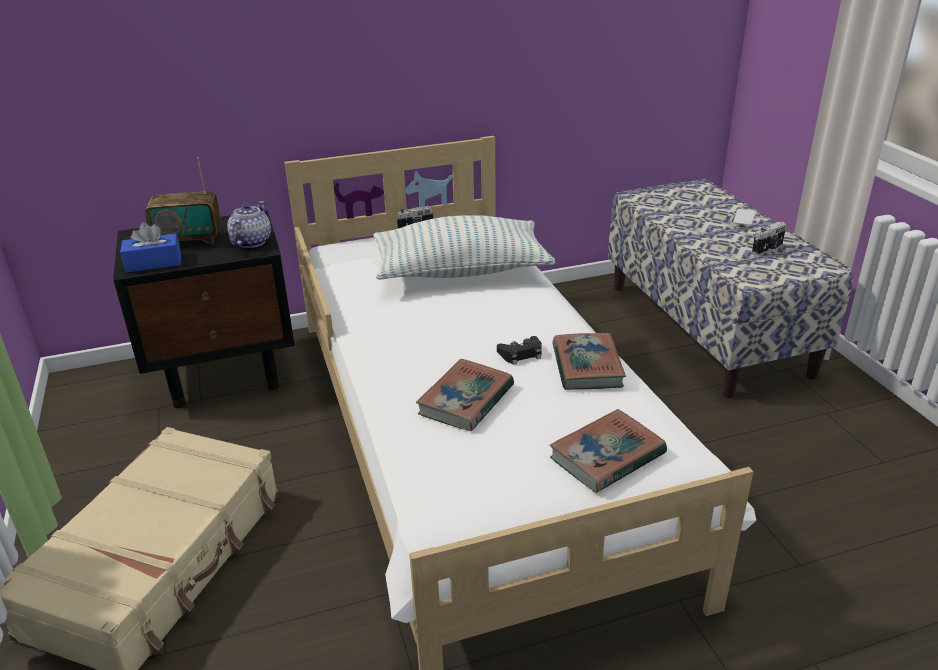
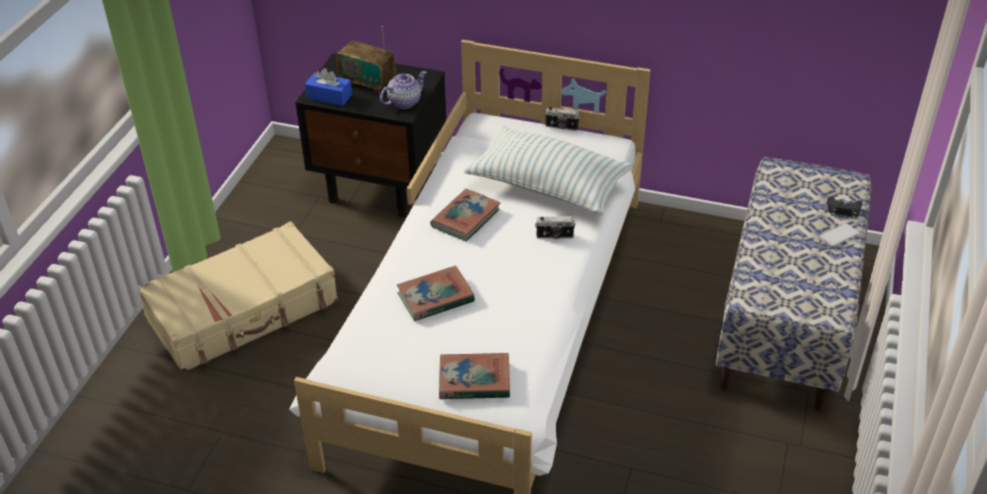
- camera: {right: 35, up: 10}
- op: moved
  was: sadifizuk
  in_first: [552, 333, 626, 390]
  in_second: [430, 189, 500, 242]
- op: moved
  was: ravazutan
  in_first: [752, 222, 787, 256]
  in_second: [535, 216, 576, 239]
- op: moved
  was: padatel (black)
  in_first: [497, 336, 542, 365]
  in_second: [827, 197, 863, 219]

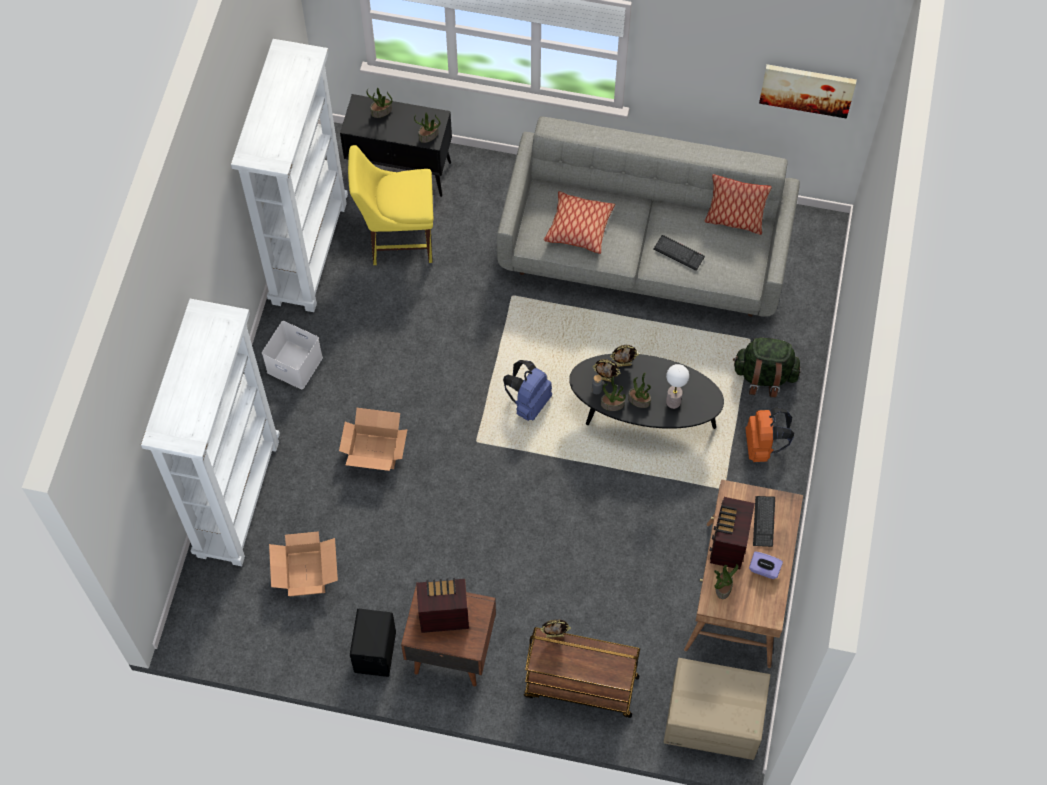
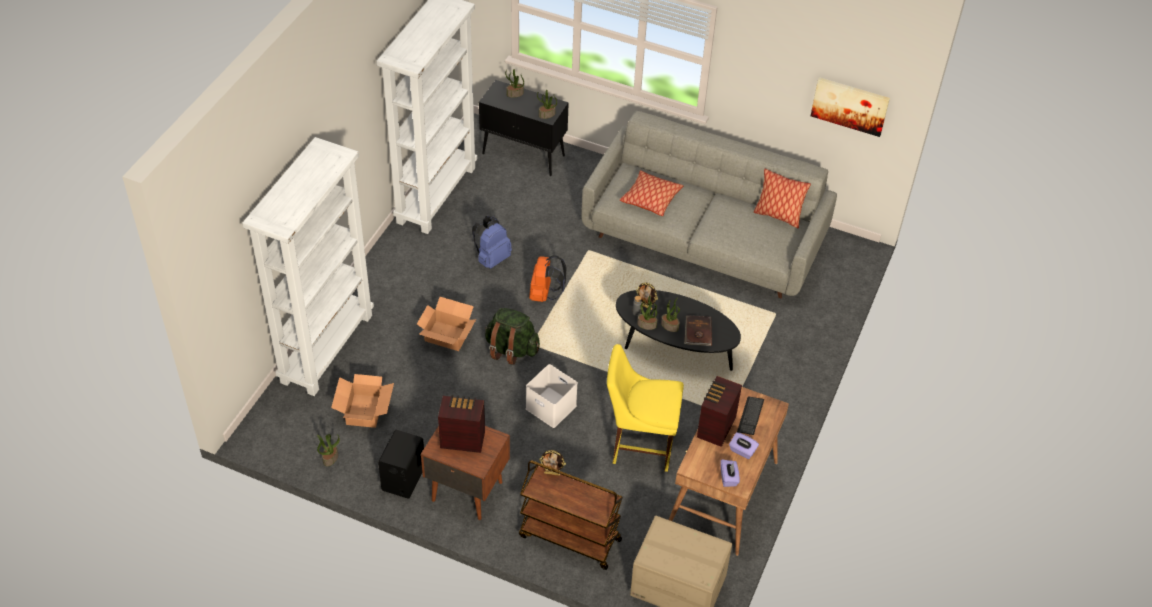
- camera: {right: 10, up: -15}
- op: moved
  was: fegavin
  in_first: [714, 564, 739, 599]
  in_second: [317, 434, 340, 466]
- op: moved
  was: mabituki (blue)
  in_first: [503, 360, 552, 421]
  in_second: [472, 216, 512, 269]
- op: moved
  was: mabituki (green)
  in_first: [733, 337, 801, 397]
  in_second: [485, 308, 540, 365]
- op: moved
  was: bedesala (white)
  in_first: [262, 321, 323, 389]
  in_second: [526, 364, 578, 428]
- op: moved
  was: mabituki (orange)
  in_first: [745, 407, 794, 462]
  in_second: [529, 256, 567, 302]
- op: moved
  was: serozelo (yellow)
  in_first: [348, 145, 433, 265]
  in_second: [607, 344, 684, 472]
- op: replaced
  was: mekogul
  now: sadifizuk (brown)
  in_first: [666, 364, 689, 409]
  in_second: [684, 315, 712, 346]
- op: added
  now: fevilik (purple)
  in_second: [720, 460, 740, 487]
- op: removed
  was: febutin
  in_first: [610, 345, 639, 367]
- op: removed
  was: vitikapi
  in_first: [654, 235, 705, 271]

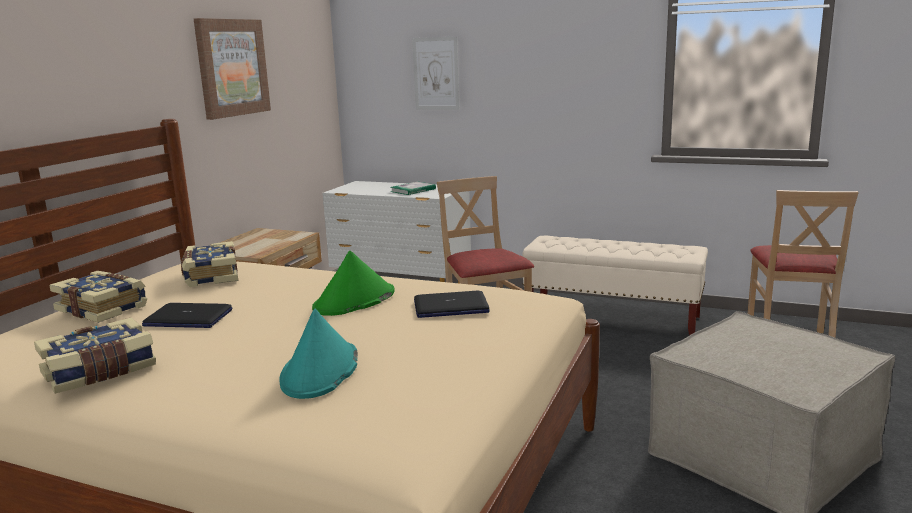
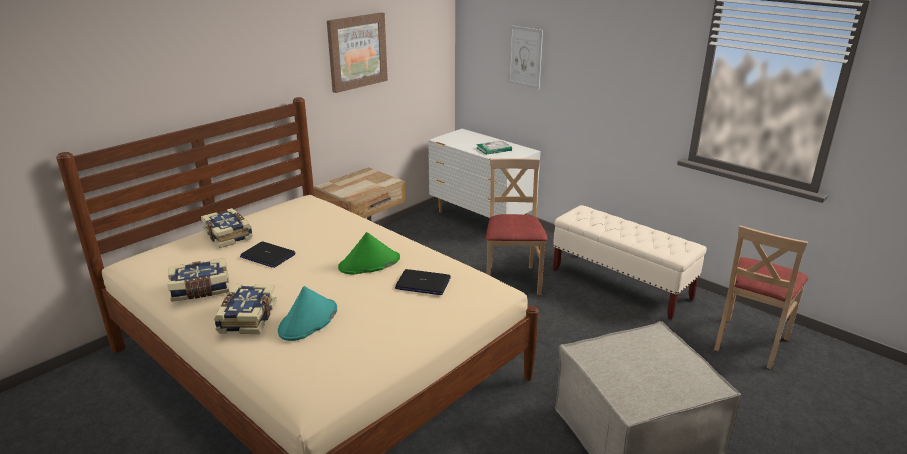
- camera: {right: 20, up: 10}
- op: moved
  was: sadifizuk
  in_first: [181, 241, 238, 287]
  in_second: [214, 284, 277, 334]

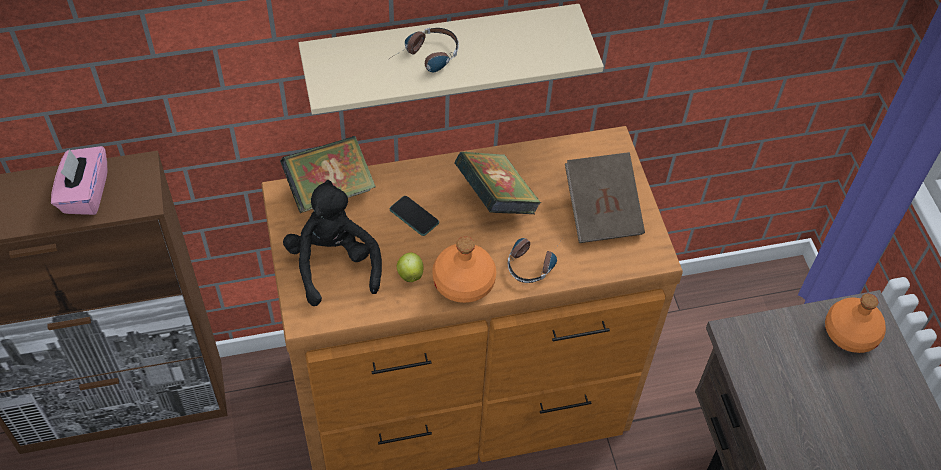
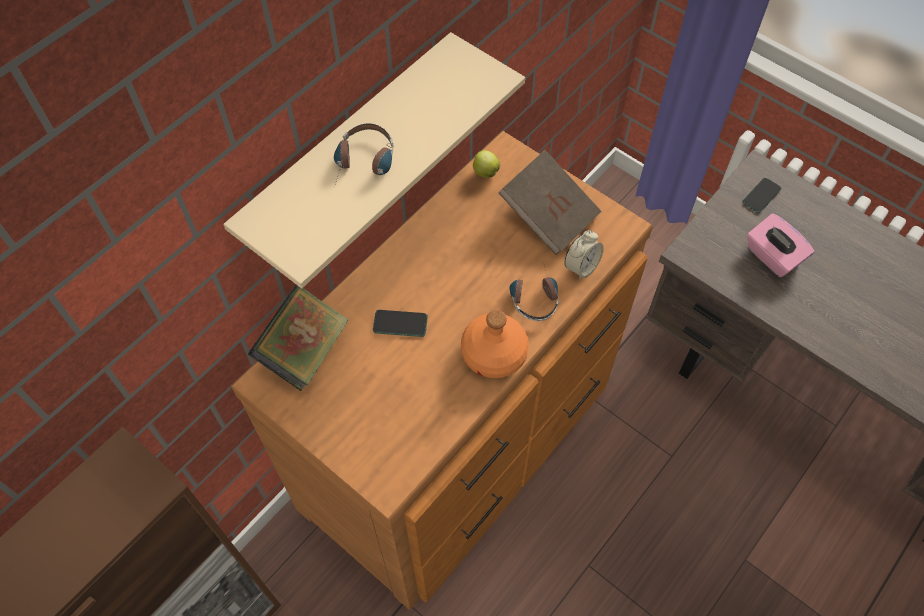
- camera: {right: -35, up: 5}
- op: moved
  was: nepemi
  in_first: [397, 252, 423, 282]
  in_second: [473, 150, 500, 178]
- op: added
  now: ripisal
  in_second: [564, 230, 604, 280]
- op: replaced
  was: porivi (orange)
  now: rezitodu
  in_first: [825, 294, 886, 353]
  in_second: [742, 178, 782, 213]
- op: moved
  was: fevilik (pink)
  in_first: [51, 146, 108, 215]
  in_second: [747, 214, 814, 277]
- op: removed
  was: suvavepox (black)
  in_first: [283, 180, 382, 306]
- op: removed
  was: sadifizuk
  in_first: [454, 152, 541, 214]

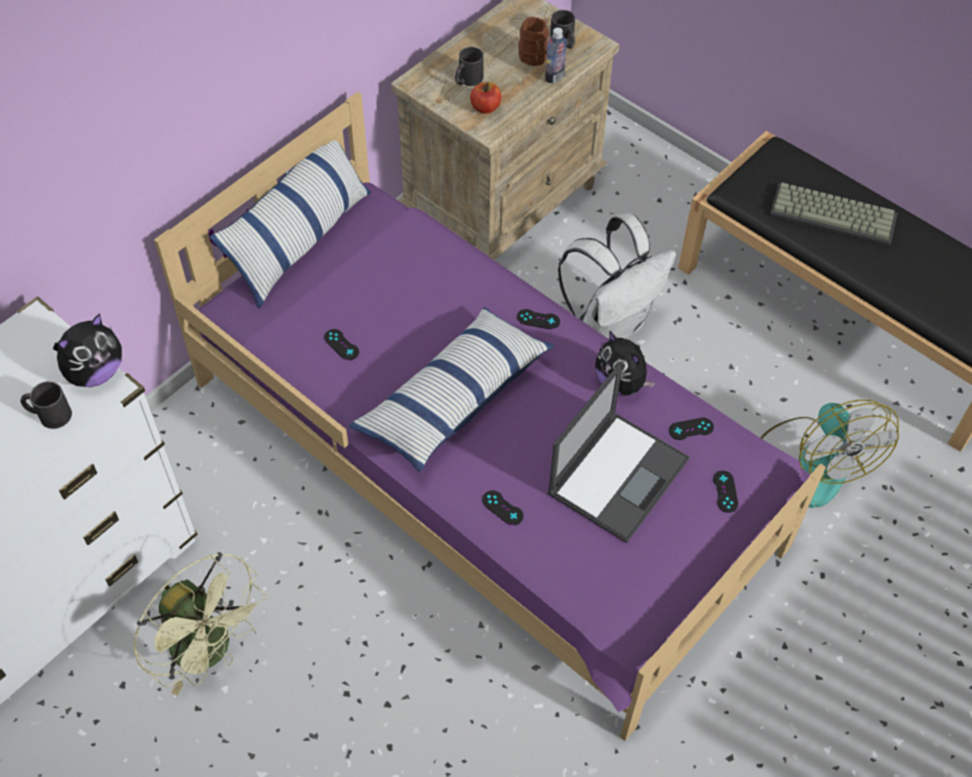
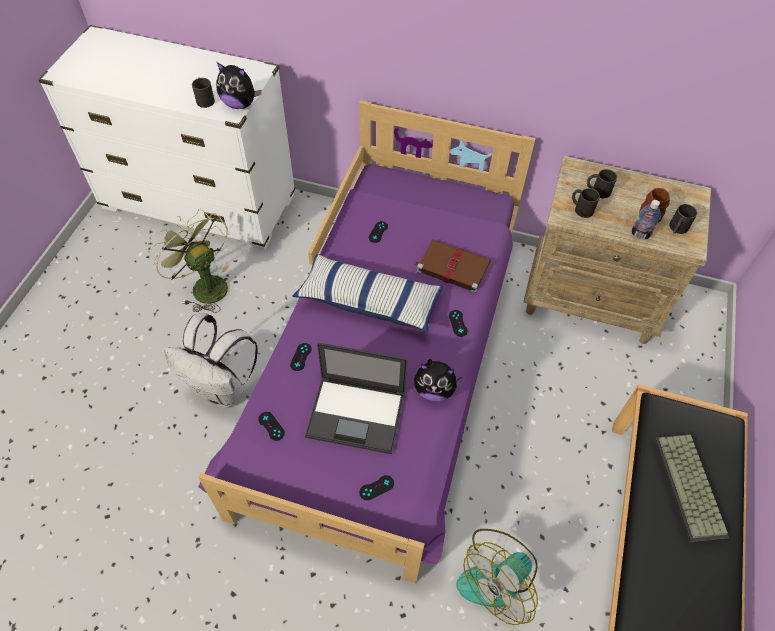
- camera: {right: 65, up: 0}
- op: turned
  was: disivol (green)
  in_first: [133, 552, 267, 696]
  in_second: [148, 209, 229, 313]
  clockwise: 120
- op: moved
  was: mabituki (white)
  in_first: [558, 213, 676, 339]
  in_second: [164, 313, 258, 408]
- op: moved
  was: padatel (black)
  in_first: [669, 417, 714, 440]
  in_second: [258, 412, 285, 441]
- op: added
  now: sadifizuk (brown)
  in_second: [414, 239, 491, 293]
- op: turned
  was: suvavepox
  in_first: [595, 330, 656, 395]
  in_second: [414, 359, 461, 401]
  clockwise: -105
- op: replaced
  was: nepemi
  now: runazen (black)
  in_first: [470, 82, 501, 114]
  in_second: [572, 188, 600, 218]
- op: removed
  was: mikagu
  in_first: [210, 140, 371, 308]

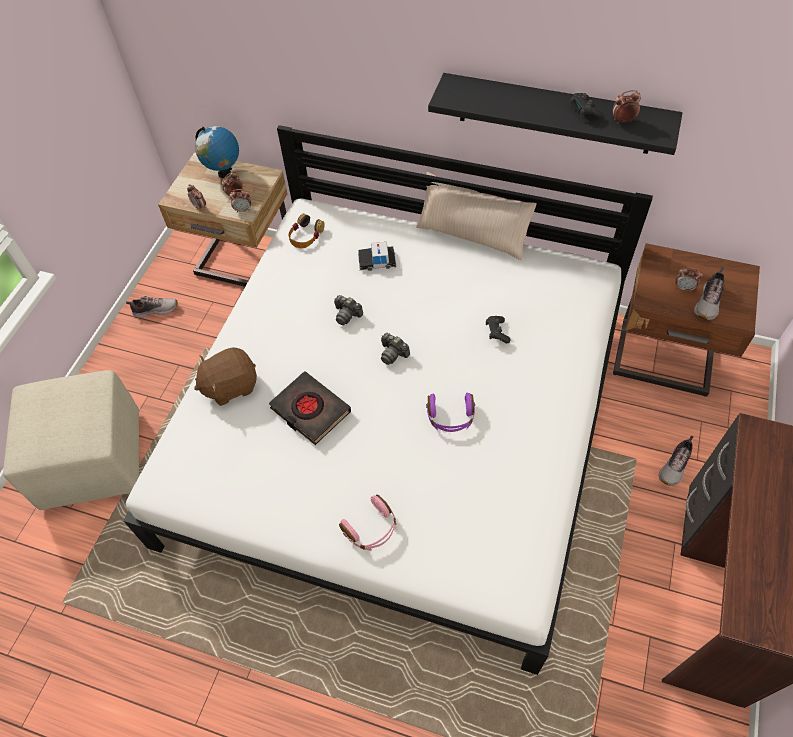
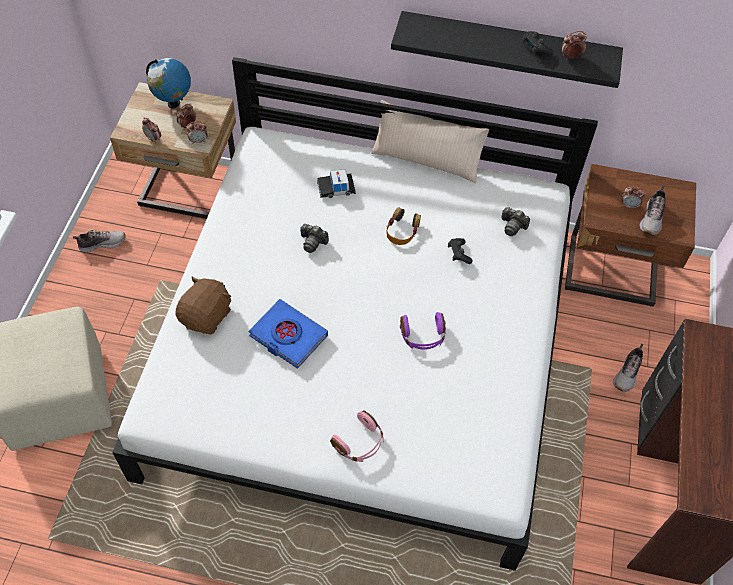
- camera: {right: -10, up: 0}
- op: turned
  was: suvavepox (brown)
  in_first: [194, 347, 257, 406]
  in_second: [175, 276, 231, 334]
  clockwise: 150
- op: recoloured
  was: sadifizuk (black)
  now: sadifizuk (blue)
  in_first: [269, 371, 351, 445]
  in_second: [249, 299, 328, 369]
- op: moved
  was: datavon
  in_first: [288, 214, 325, 248]
  in_second: [387, 207, 421, 245]
- op: moved
  was: ravazutan
  in_first: [381, 333, 410, 365]
  in_second: [501, 207, 530, 236]

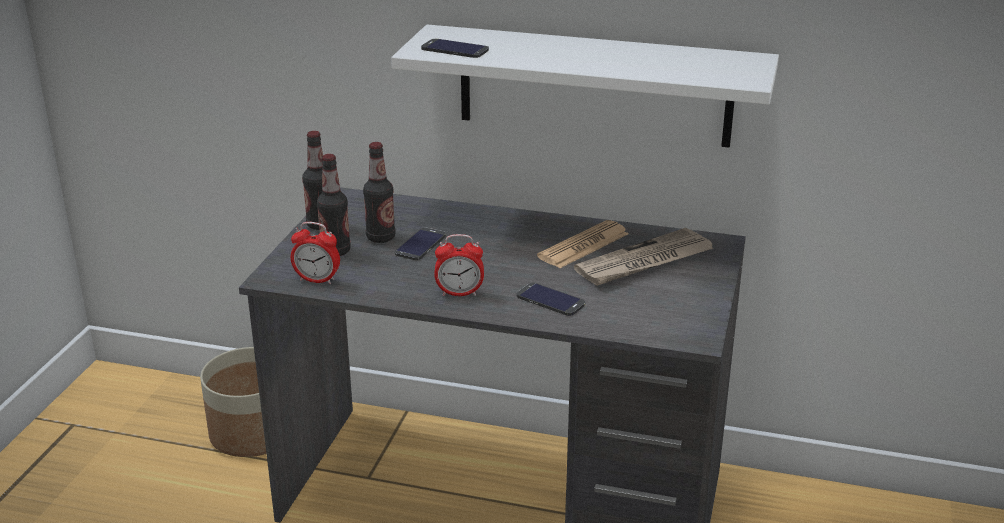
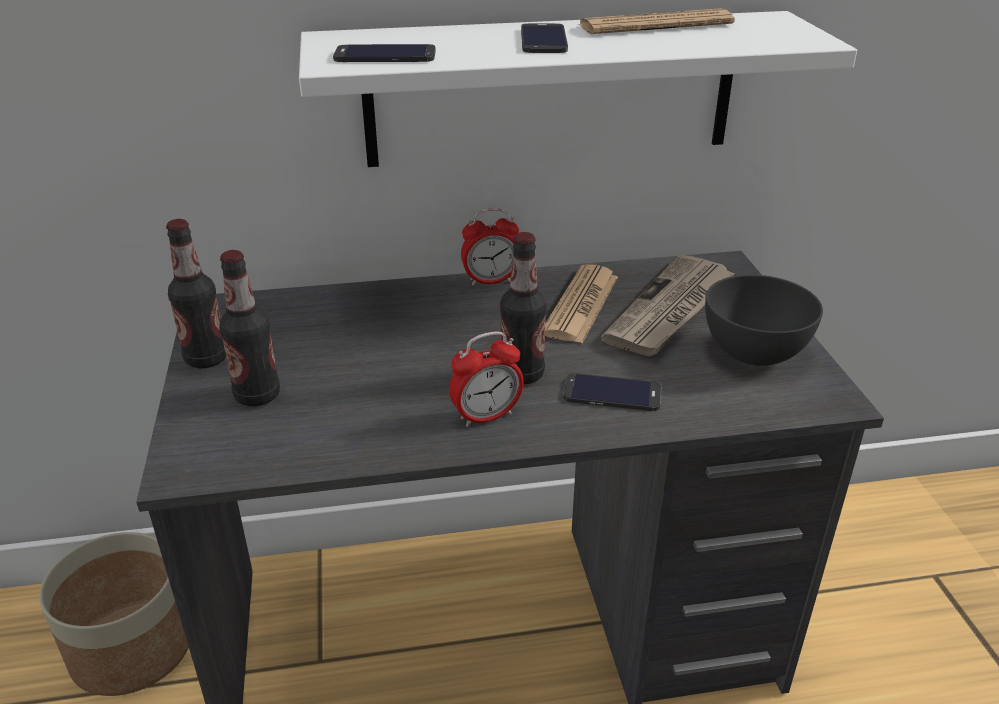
- camera: {right: -25, up: 5}
- op: moved
  was: ripisal
  in_first: [291, 222, 340, 284]
  in_second: [461, 209, 519, 286]
- op: moved
  was: porivi
  in_first: [363, 142, 395, 243]
  in_second: [500, 232, 547, 385]
- op: moved
  was: rezitodu
  in_first: [395, 228, 446, 260]
  in_second: [521, 23, 568, 53]
- op: added
  now: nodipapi
  in_second: [578, 8, 735, 34]
- op: added
  now: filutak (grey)
  in_second: [705, 275, 823, 366]

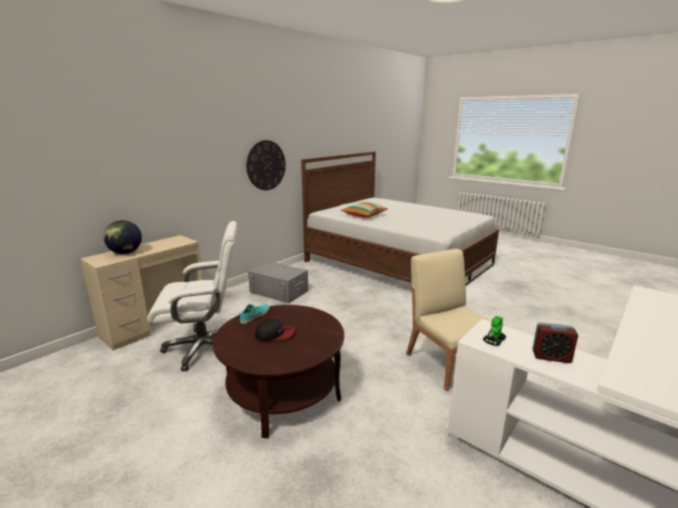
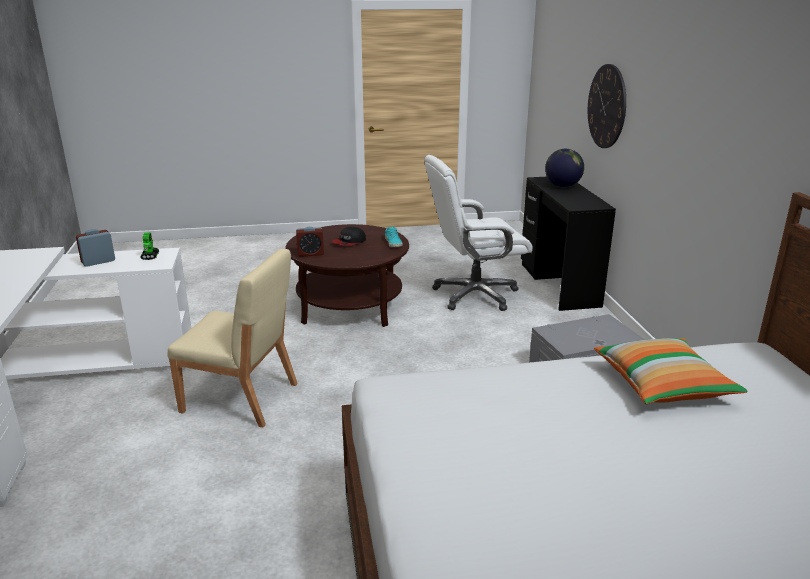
- camera: {right: 130, up: 5}
- op: added
  now: ripisal
  in_second: [296, 227, 324, 257]
- op: turned
  was: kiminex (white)
  in_first: [147, 221, 237, 371]
  in_second: [424, 155, 533, 311]
  clockwise: 45
- op: recoloured
  was: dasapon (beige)
  now: dasapon (black)
  in_first: [80, 235, 203, 351]
  in_second: [521, 177, 616, 311]
- op: moved
  was: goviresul
  in_first: [246, 140, 286, 190]
  in_second: [588, 64, 626, 148]

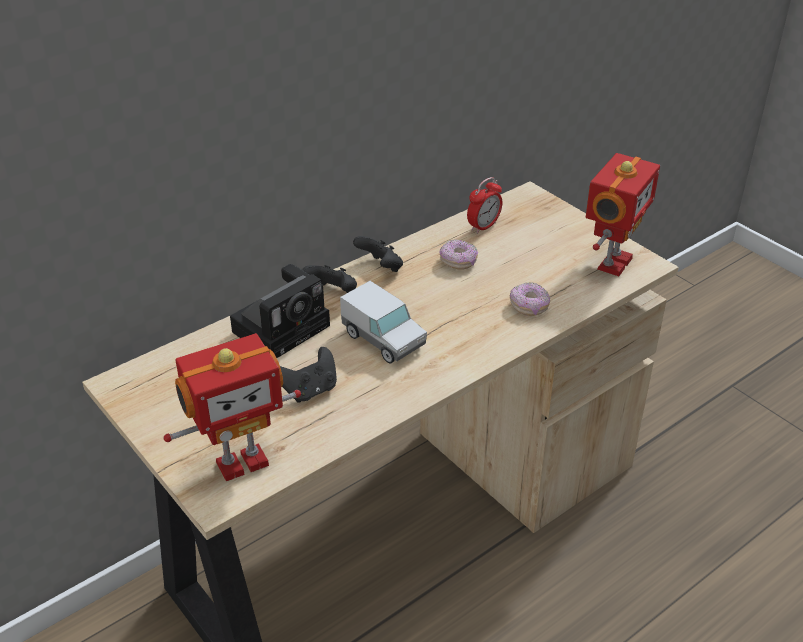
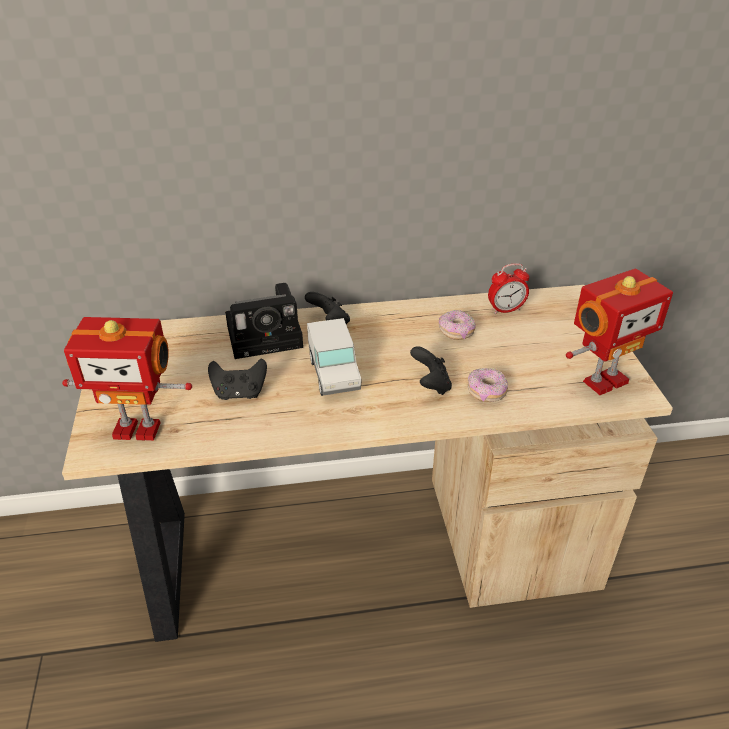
- camera: {right: 30, up: 0}
- op: moved
  was: padatel (black)
  in_first: [353, 236, 403, 272]
  in_second: [410, 346, 452, 395]

